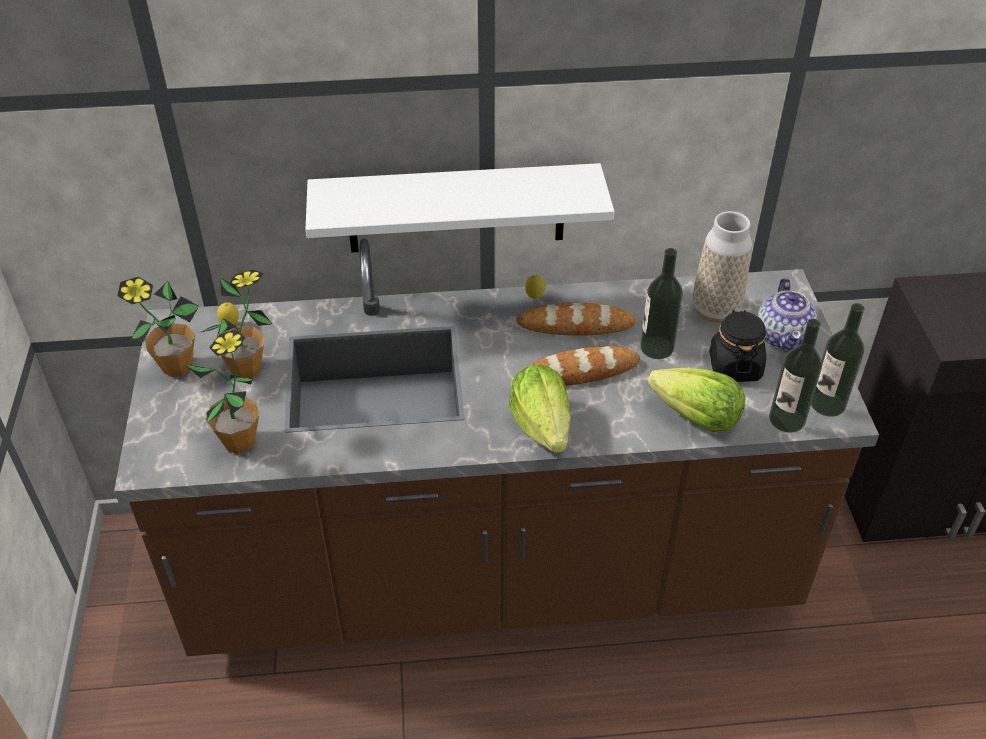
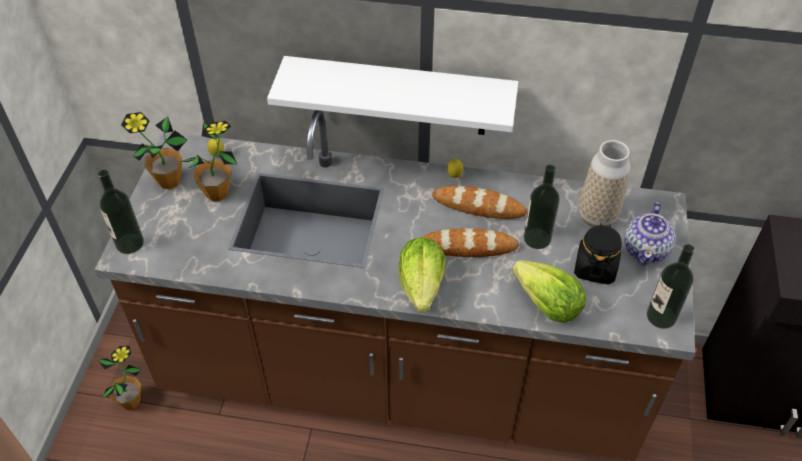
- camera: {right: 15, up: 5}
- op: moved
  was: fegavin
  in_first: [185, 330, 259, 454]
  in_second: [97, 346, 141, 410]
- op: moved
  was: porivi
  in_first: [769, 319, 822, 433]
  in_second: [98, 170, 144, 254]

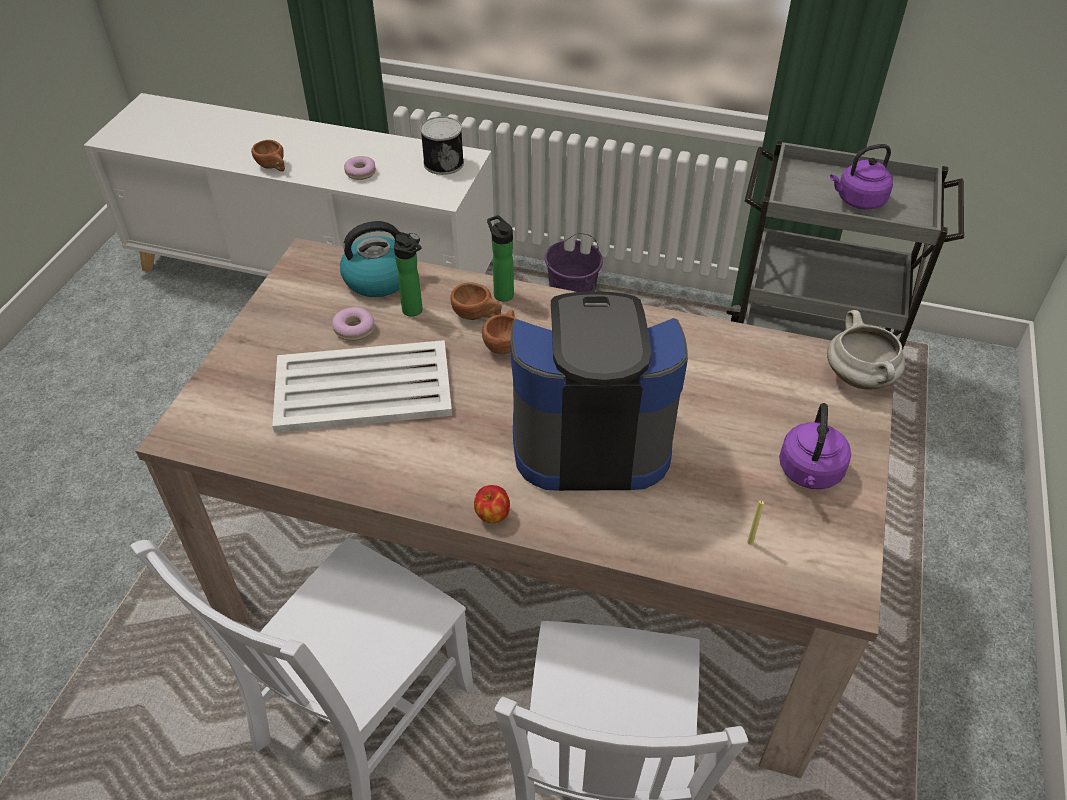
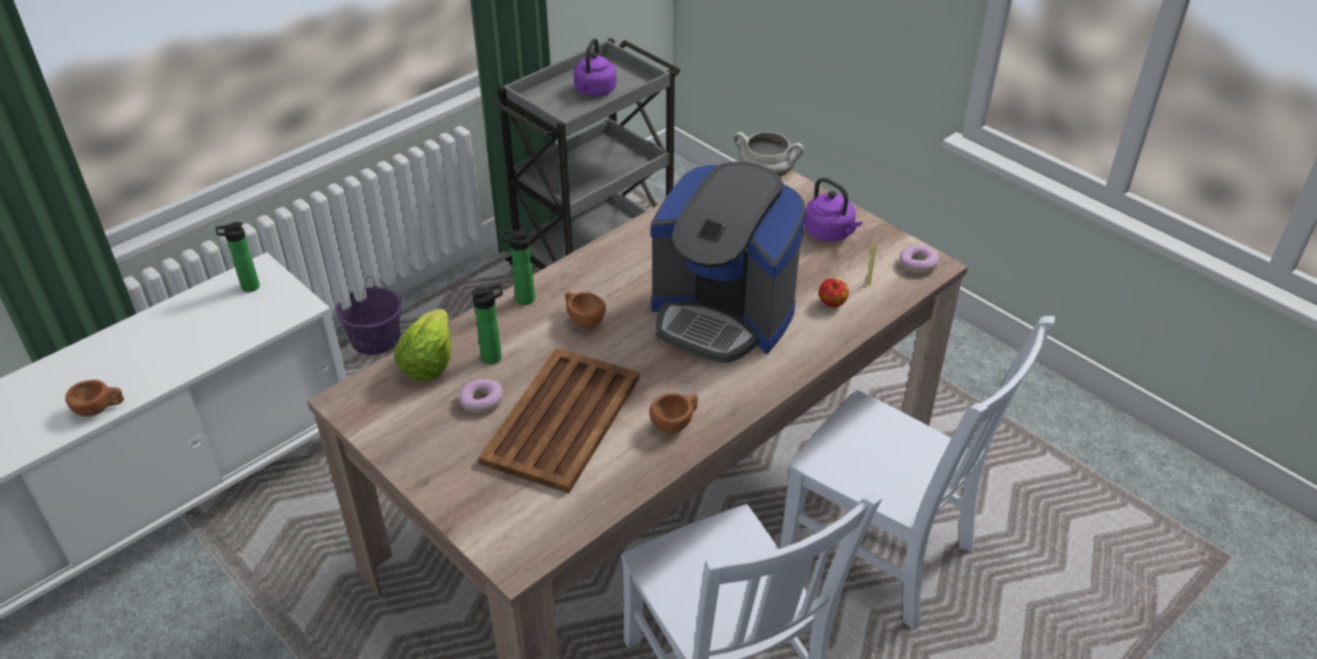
- camera: {right: -60, up: -5}
- op: replaced
  was: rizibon
  now: porivi
  in_first: [420, 116, 464, 175]
  in_second: [215, 222, 260, 292]
- op: replaced
  was: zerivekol
  now: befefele
  in_first: [340, 221, 420, 297]
  in_second: [394, 309, 452, 381]
- op: recoloured
  was: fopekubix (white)
  now: fopekubix (brown)
  in_first: [272, 340, 452, 433]
  in_second: [478, 348, 639, 494]
- op: moved
  was: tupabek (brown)
  in_first: [450, 282, 502, 320]
  in_second: [649, 393, 698, 434]
- op: turned
  was: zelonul
  in_first: [511, 291, 688, 491]
  in_second: [651, 162, 805, 363]
  clockwise: -90
- op: moved
  was: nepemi
  in_first: [474, 485, 510, 523]
  in_second: [819, 279, 849, 307]
- op: moved
  was: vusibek
  in_first: [344, 156, 376, 180]
  in_second: [899, 245, 939, 274]

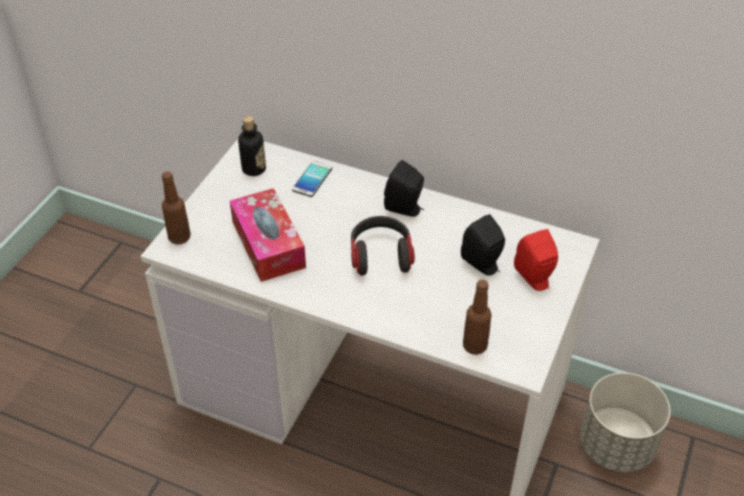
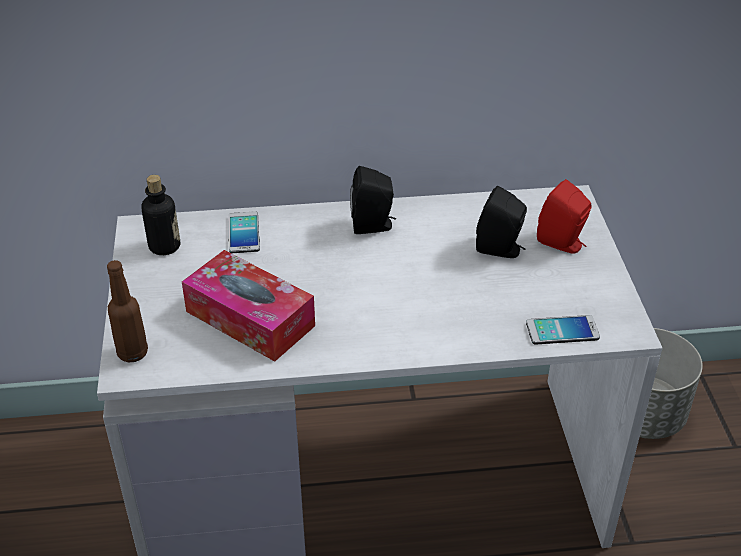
- camera: {right: -30, up: -5}
- op: replaced
  was: porivi (brown)
  now: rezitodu
  in_first: [463, 280, 492, 355]
  in_second: [526, 315, 600, 345]
- op: removed
  was: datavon
  in_first: [351, 216, 415, 276]

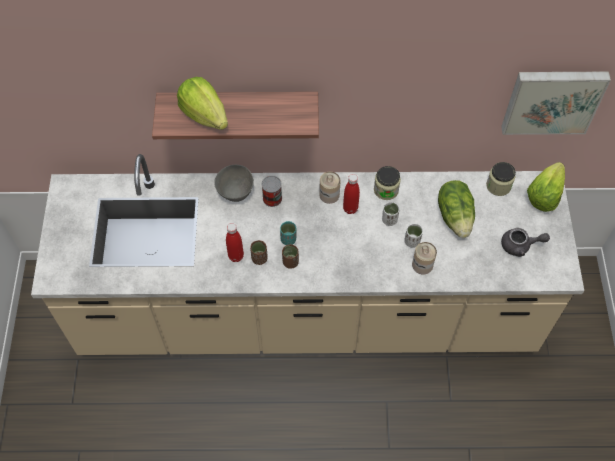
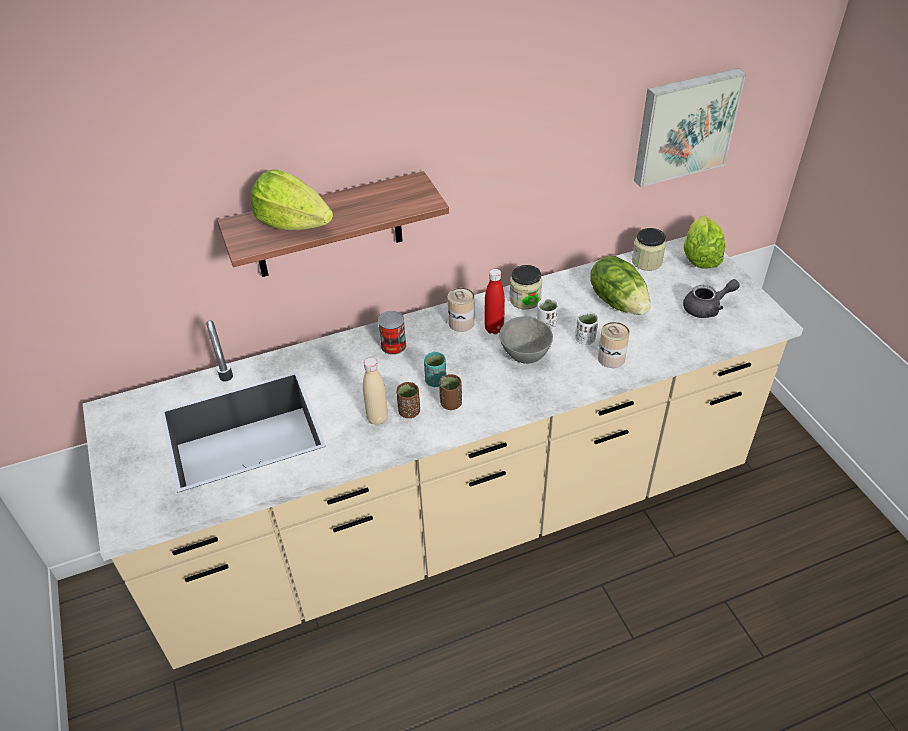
- camera: {right: -20, up: -15}
- op: recoloured
  was: porivi (red)
  now: porivi (beige)
  in_first: [226, 223, 244, 262]
  in_second: [363, 357, 388, 425]
- op: moved
  was: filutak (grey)
  in_first: [214, 165, 254, 202]
  in_second: [500, 316, 553, 364]

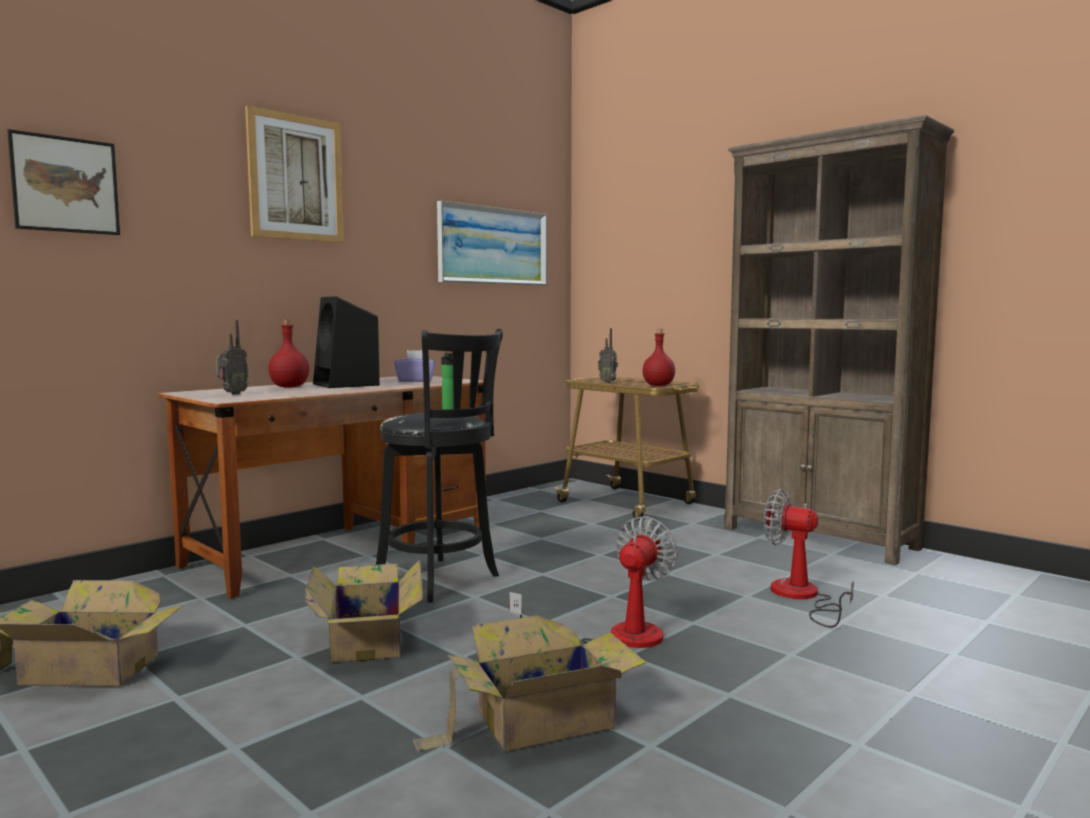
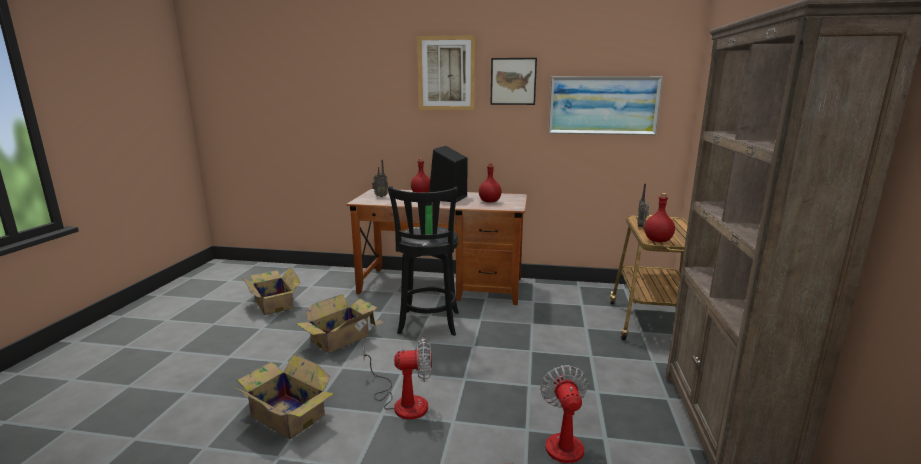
- camera: {right: 55, up: 10}
- op: replaced
  was: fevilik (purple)
  now: porivi (red)
  in_first: [394, 350, 435, 382]
  in_second: [479, 163, 502, 203]
- op: moved
  was: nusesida
  in_first: [7, 129, 120, 235]
  in_second: [490, 58, 537, 105]

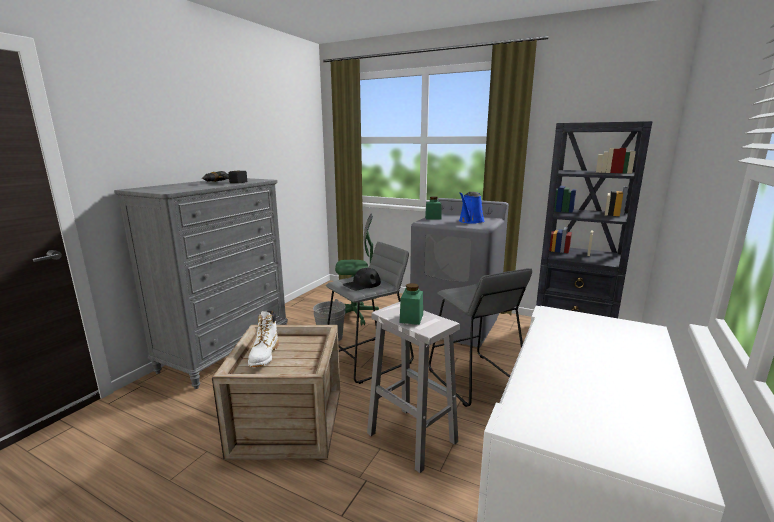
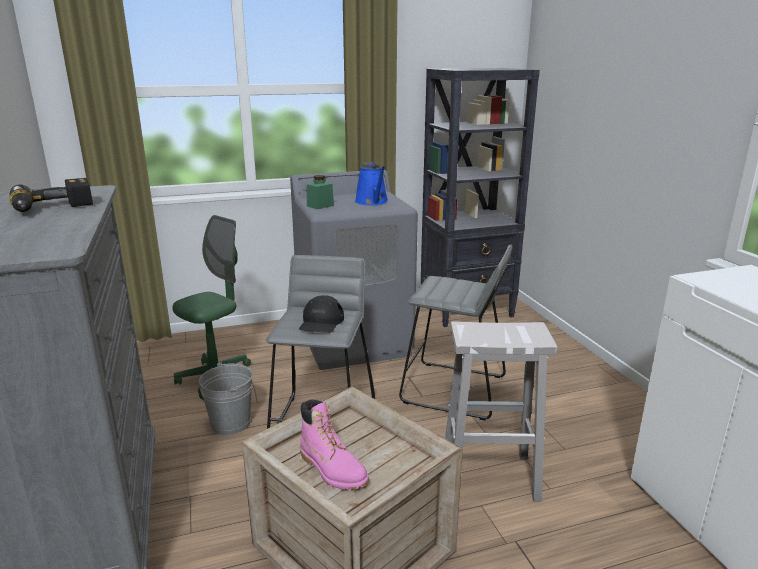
- camera: {right: -45, up: 5}
- op: recoloured
  was: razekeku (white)
  now: razekeku (pink)
  in_first: [248, 311, 279, 367]
  in_second: [300, 399, 369, 490]
- op: removed
  was: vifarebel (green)
  in_first: [399, 283, 423, 325]

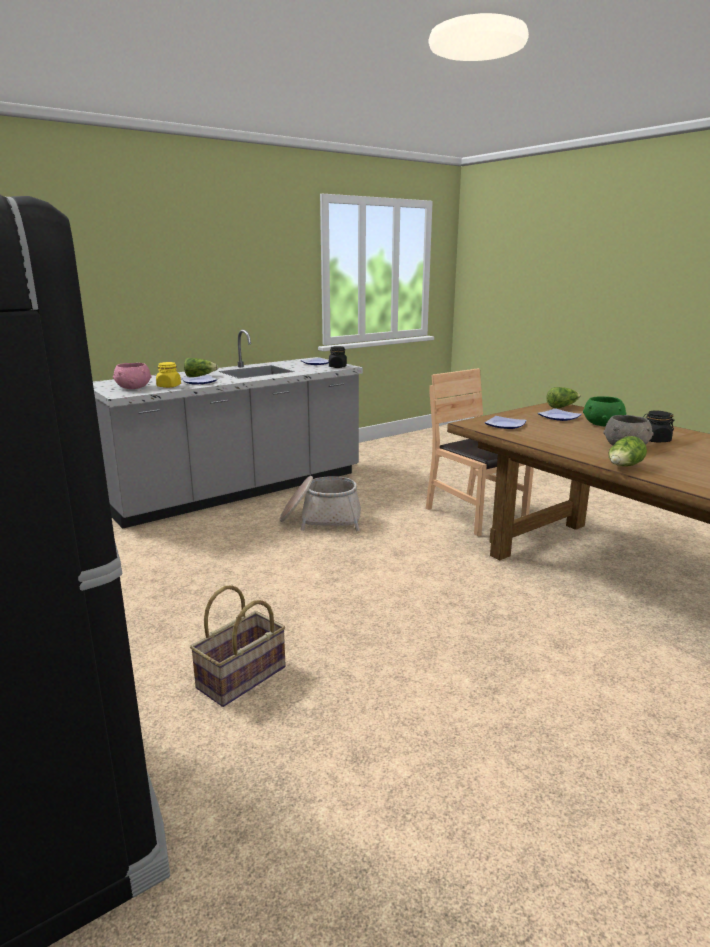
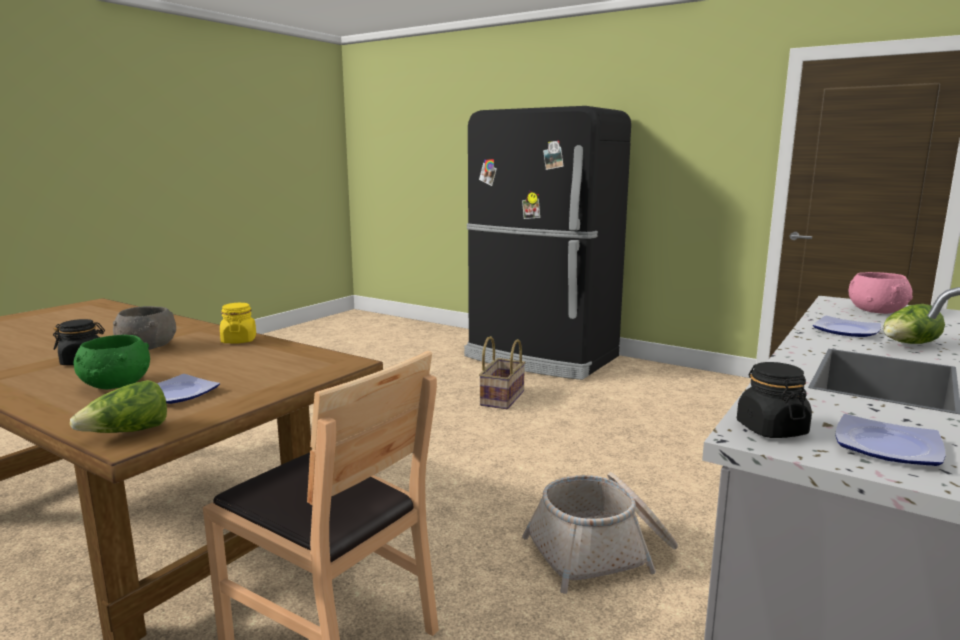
- camera: {right: 160, up: -5}
- op: moved
  was: vifarebel (yellow)
  in_first: [156, 362, 181, 388]
  in_second: [220, 303, 256, 344]
- op: removed
  was: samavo
  in_first: [484, 416, 527, 429]
- op: removed
  was: befefele
  in_first: [608, 436, 647, 466]

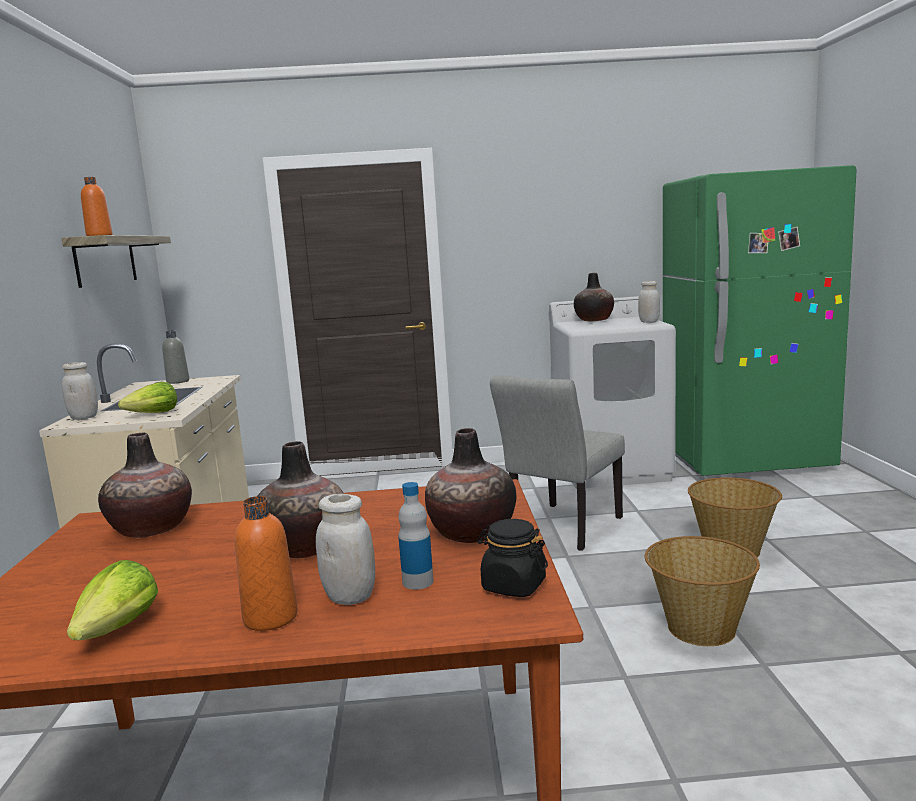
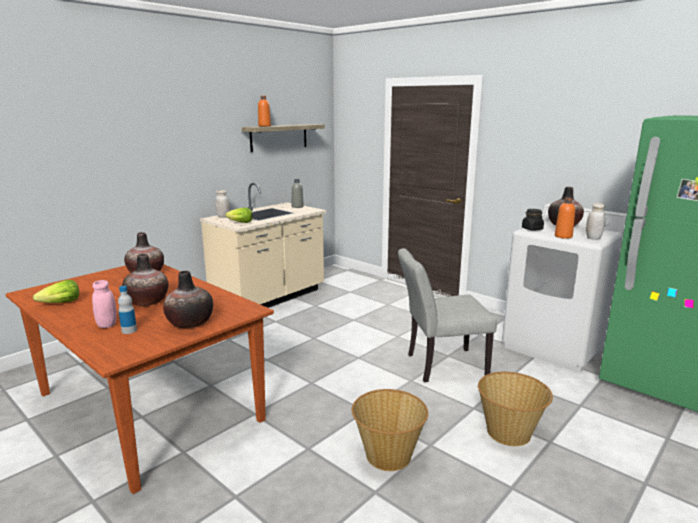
- camera: {right: 45, up: 5}
- op: recoloured
  was: vifarebel (white)
  now: vifarebel (pink)
  in_first: [316, 494, 375, 605]
  in_second: [92, 280, 117, 328]
- op: moved
  was: vifarebel (black)
  in_first: [477, 519, 548, 597]
  in_second: [522, 209, 544, 230]
- op: moved
  was: porivi (orange)
  in_first: [235, 496, 298, 631]
  in_second: [555, 197, 575, 239]

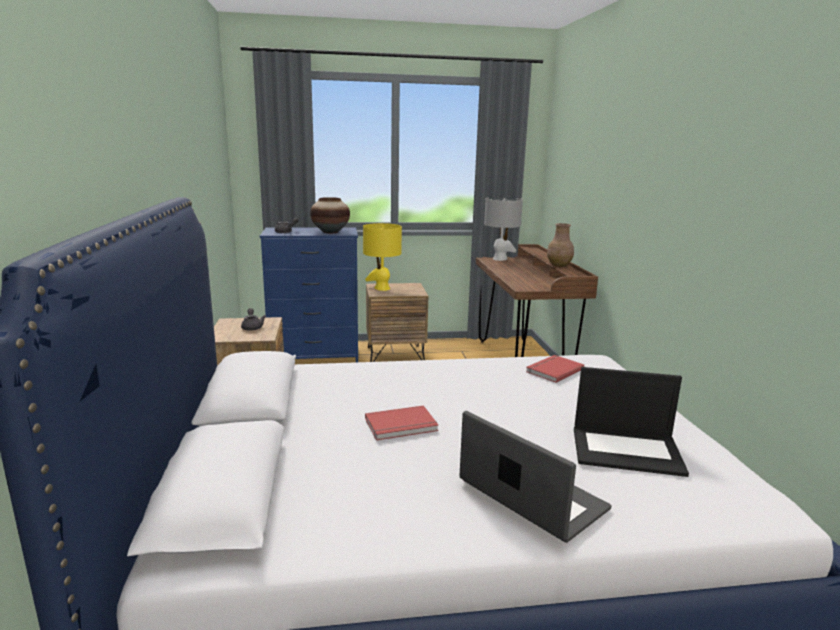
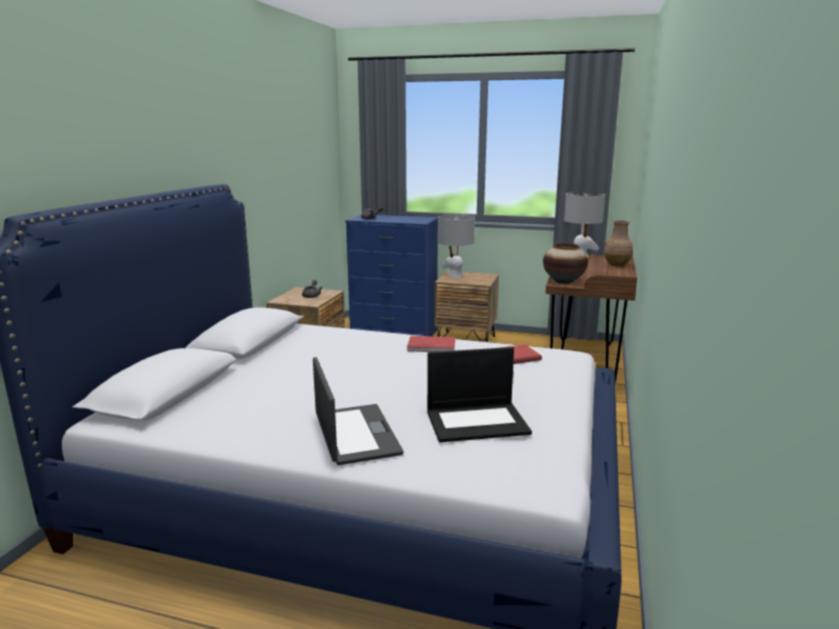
- camera: {right: 25, up: 0}
- op: moved
  was: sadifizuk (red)
  in_first: [365, 405, 438, 440]
  in_second: [407, 336, 455, 352]
- op: turned
  was: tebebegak
  in_first: [574, 367, 689, 477]
  in_second: [427, 347, 532, 442]
  clockwise: -45
- op: recoloured
  was: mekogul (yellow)
  now: mekogul (grey)
  in_first: [363, 223, 402, 291]
  in_second: [438, 214, 475, 278]
- op: moved
  was: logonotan
  in_first: [310, 197, 350, 233]
  in_second: [543, 243, 588, 284]

